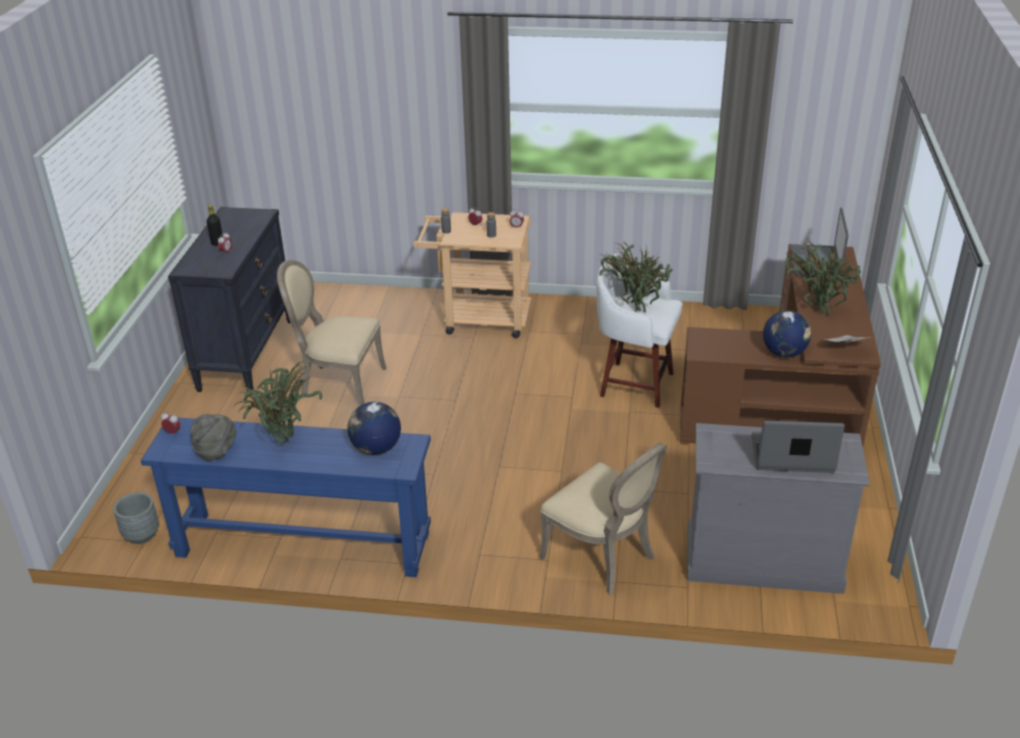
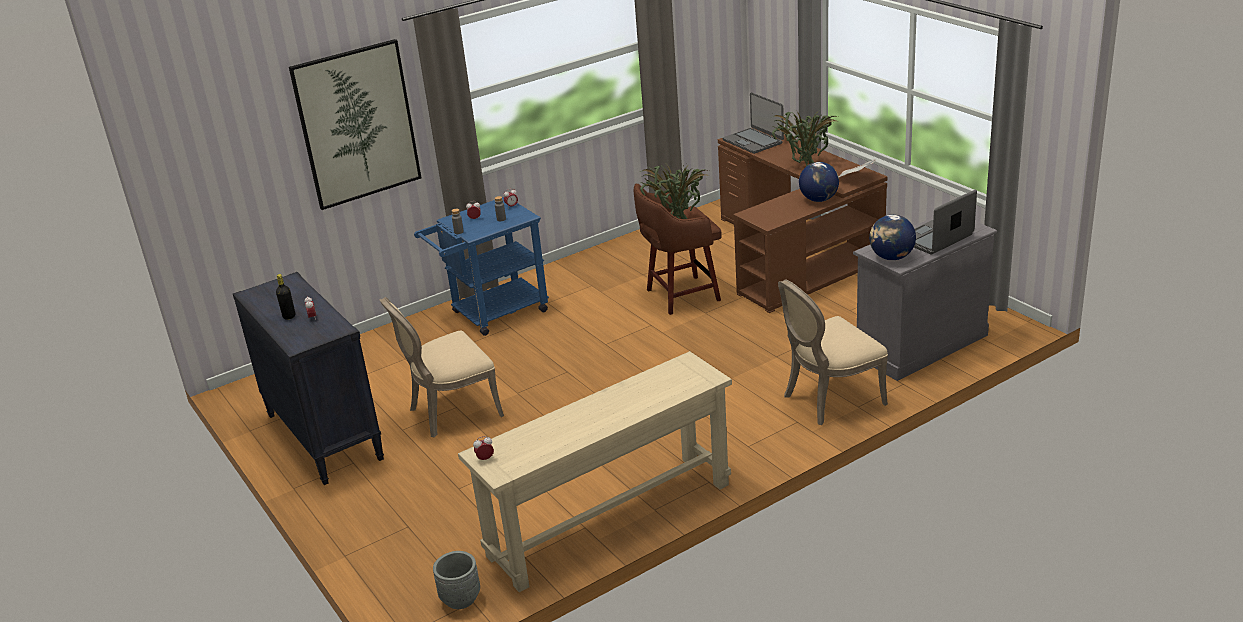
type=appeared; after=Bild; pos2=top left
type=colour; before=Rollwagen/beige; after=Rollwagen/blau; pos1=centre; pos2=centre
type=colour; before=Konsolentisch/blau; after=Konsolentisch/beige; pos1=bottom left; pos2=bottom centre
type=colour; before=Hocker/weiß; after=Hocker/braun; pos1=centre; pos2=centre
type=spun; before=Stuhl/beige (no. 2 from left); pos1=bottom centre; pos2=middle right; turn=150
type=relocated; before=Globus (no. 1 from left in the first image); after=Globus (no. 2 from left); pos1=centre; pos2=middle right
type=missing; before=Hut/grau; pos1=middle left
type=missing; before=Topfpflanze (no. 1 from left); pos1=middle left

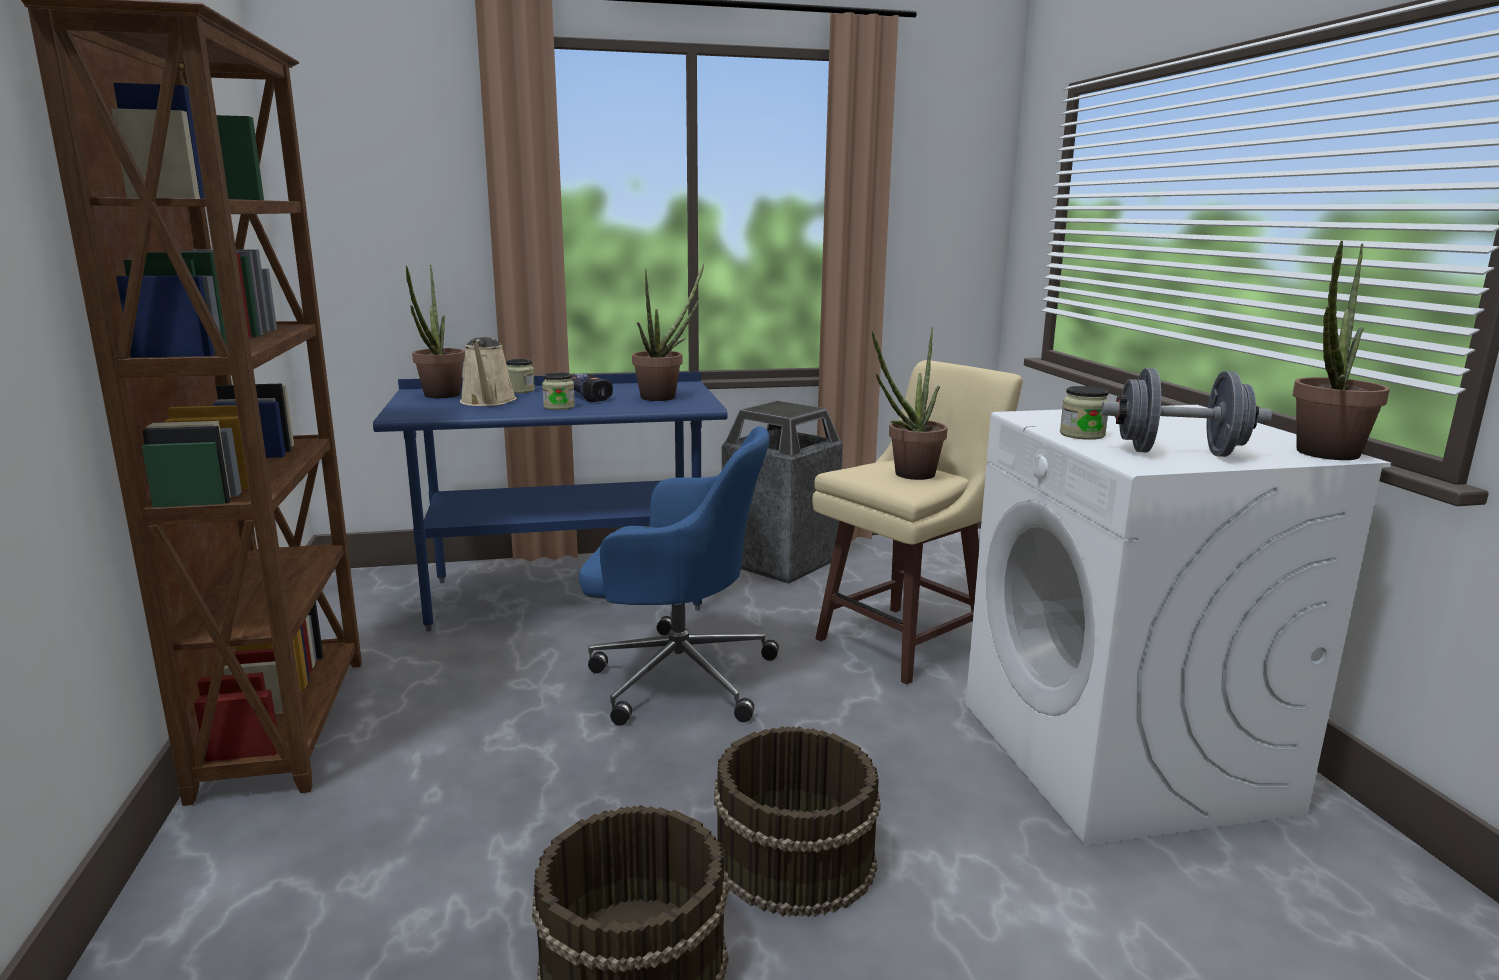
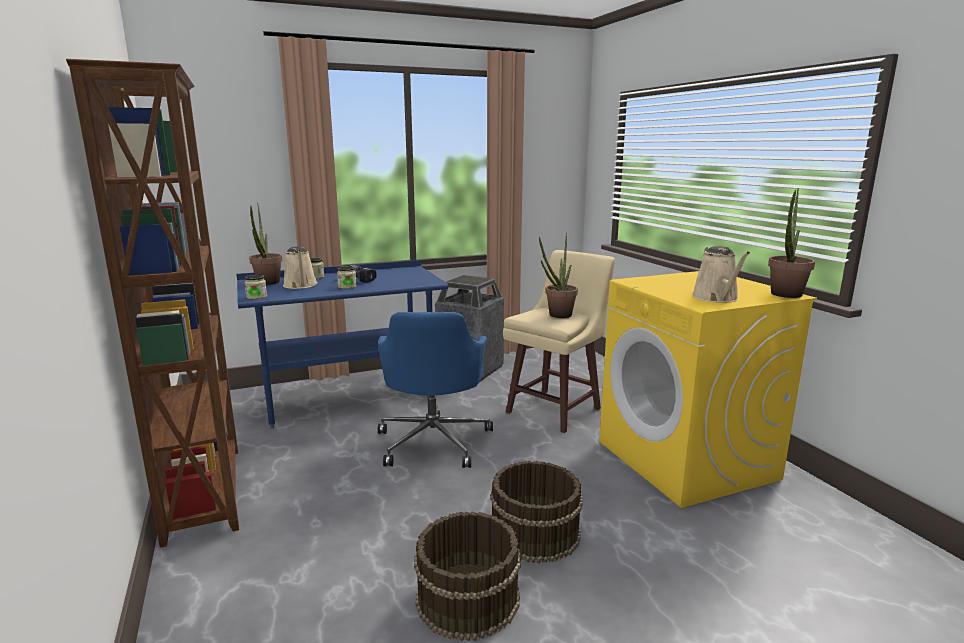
type=relocated; before=Vorratsglas (no. 3 from left in the first image); after=Vorratsglas (no. 1 from left); pos1=middle right; pos2=middle left
type=spun; before=Bürostuhl/blau; pos1=centre; pos2=centre; turn=90
type=colour; before=Waschmaschine/weiß; after=Waschmaschine/gelb; pos1=middle right; pos2=middle right
type=exchanged; before=Hantel/grau; after=Gießkanne/beige (no. 2 from left); pos1=middle right; pos2=middle right
type=missing; before=Topfpflanze (no. 2 from left); pos1=centre

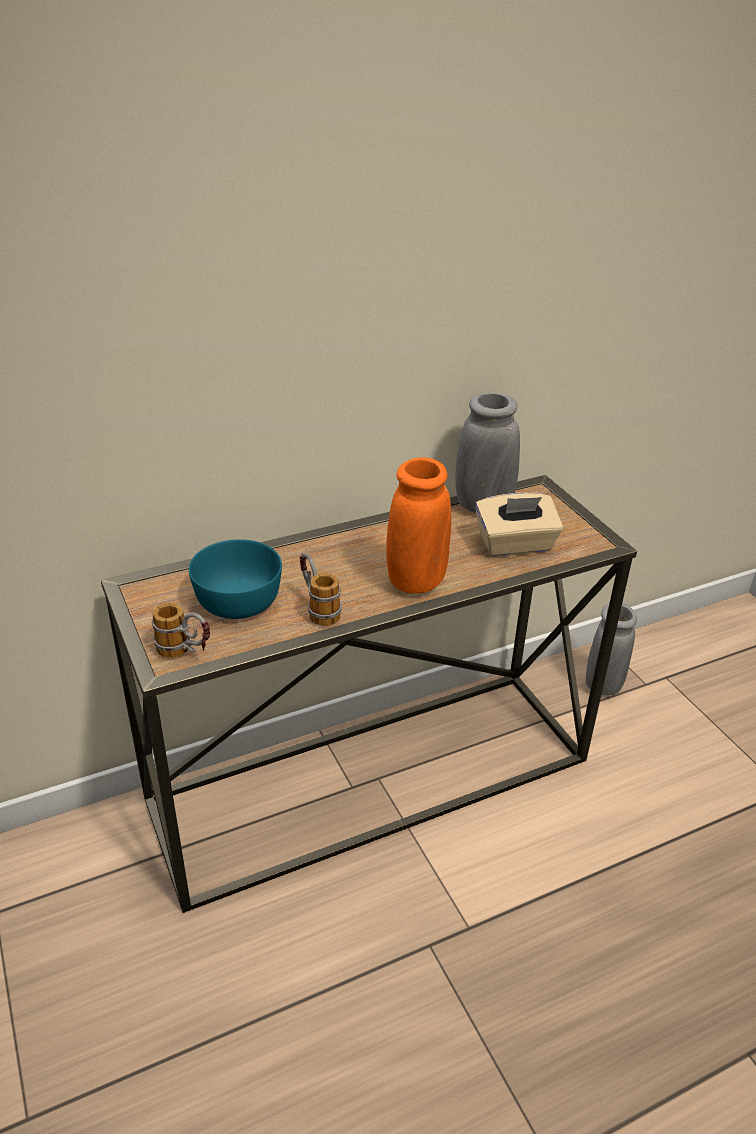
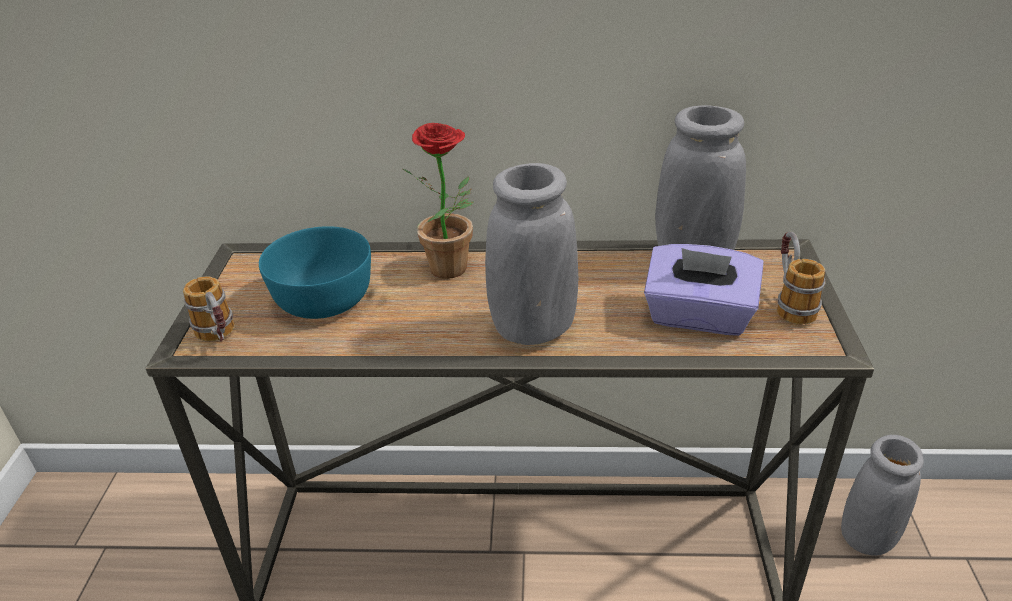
type=appeared; after=Topfpflanze; pos2=centre
type=colour; before=Vase/orange; after=Vase/grau (no. 1 from left); pos1=centre; pos2=centre
type=colour; before=Taschentuchbox/beige; after=Taschentuchbox/lila; pos1=middle right; pos2=middle right
type=relocated; before=Henkelbecher (no. 2 from left); pos1=centre; pos2=middle right

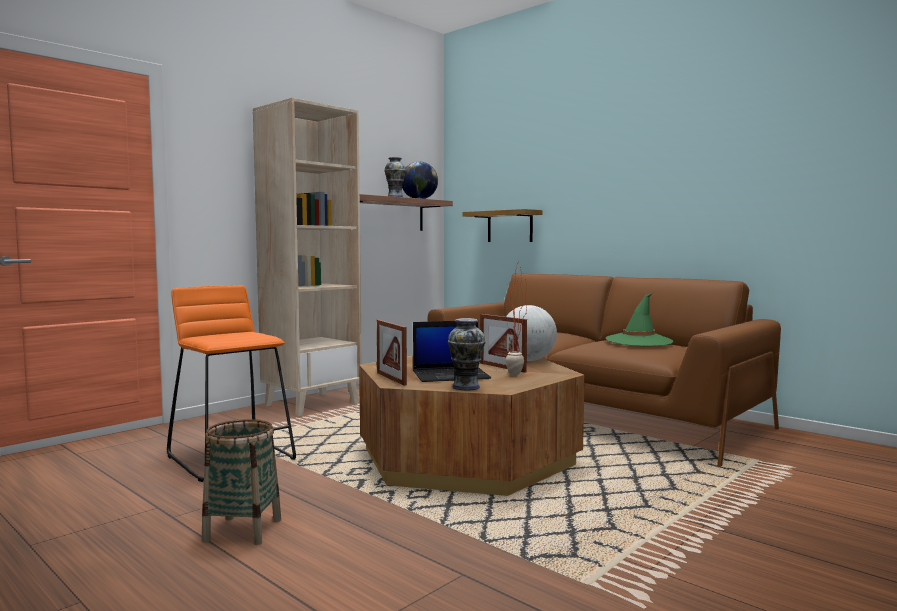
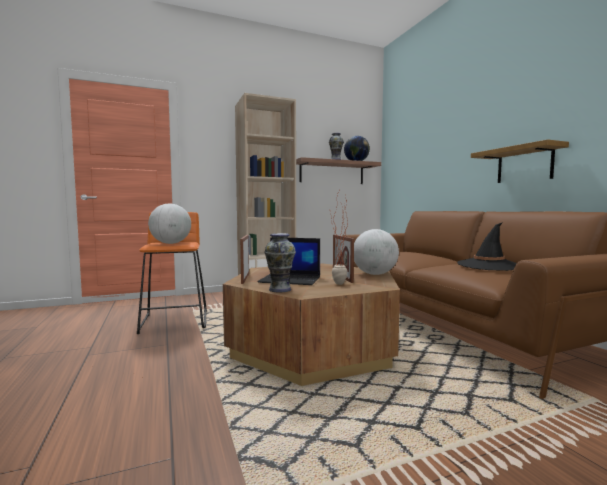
type=appeared; after=Globus (no. 1 from left); pos2=middle left
type=colour; before=Hut/grün; after=Hut/schwarz; pos1=middle right; pos2=middle right
type=relocated; before=Wandregal (no. 2 from left); pos1=centre; pos2=top right
type=missing; before=Korb; pos1=bottom left

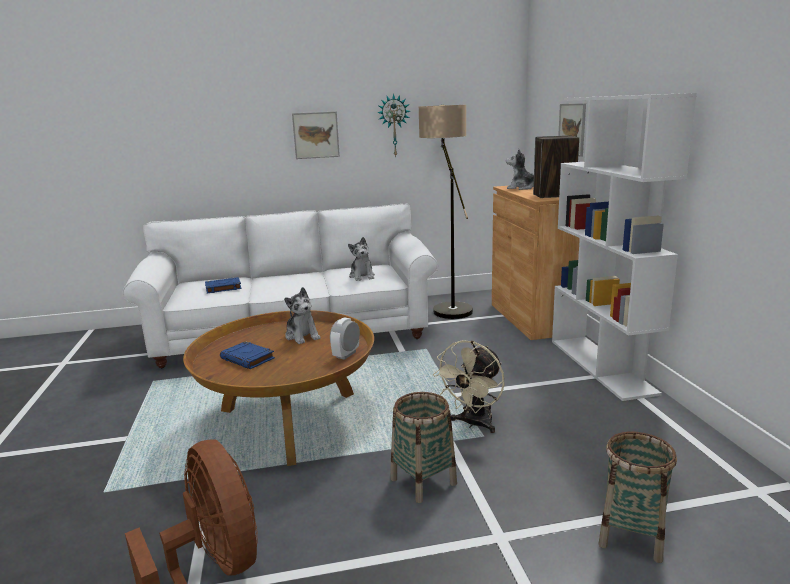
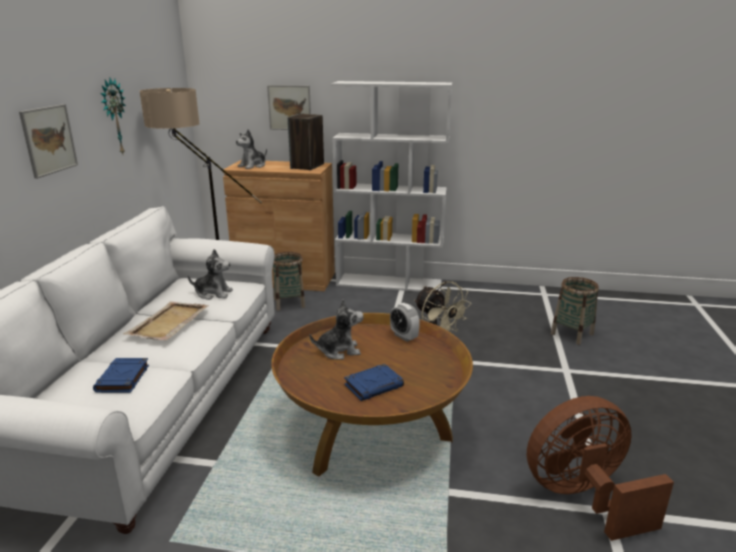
type=appeared; after=Tablett/beige; pos2=middle left
type=relocated; before=Korb (no. 1 from left); pos1=bottom centre; pos2=centre

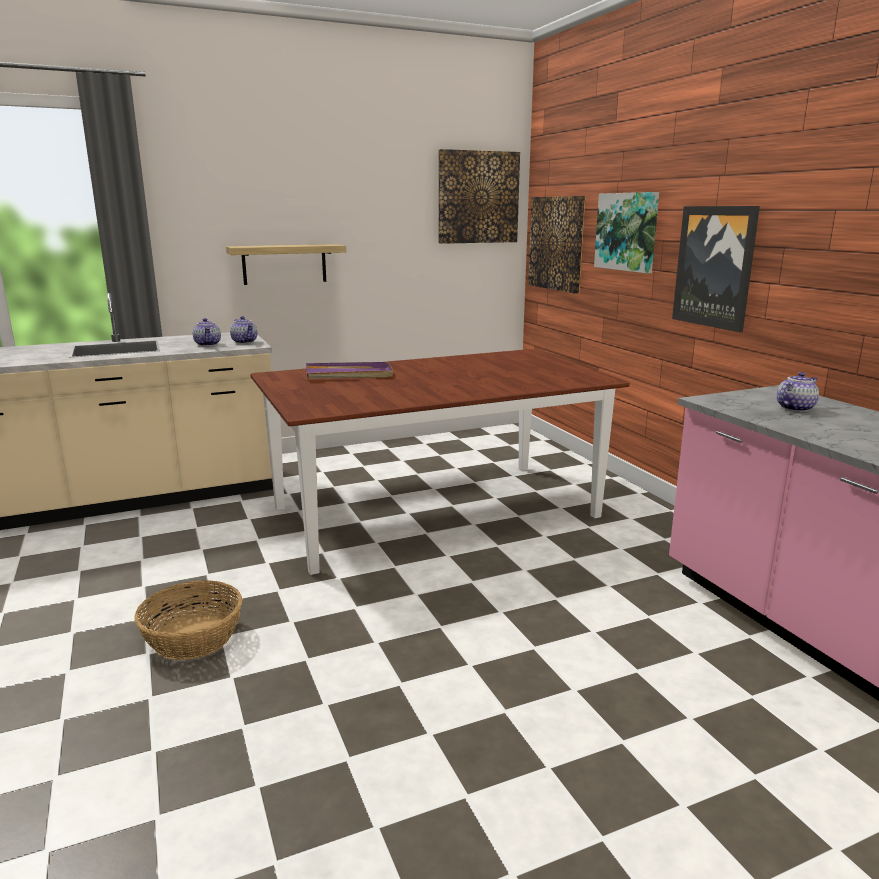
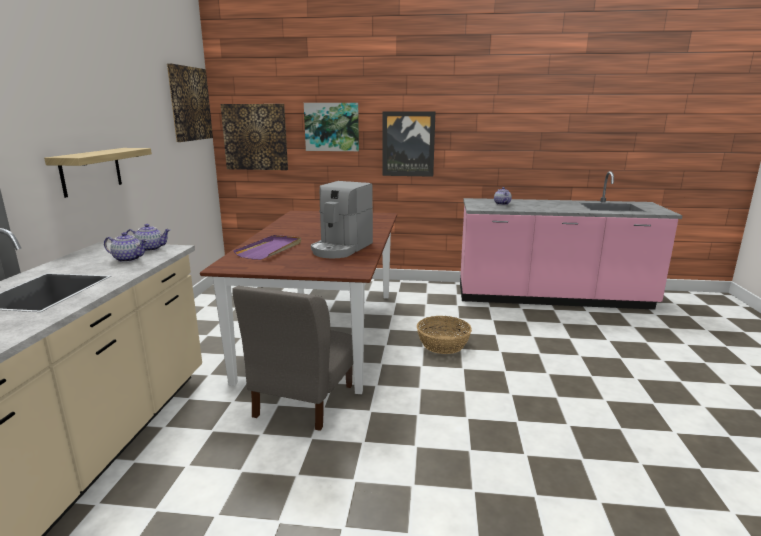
type=appeared; after=Stuhl/grau; pos2=bottom centre
type=appeared; after=Kaffeemaschine; pos2=centre
type=relocated; before=Korb; pos1=bottom left; pos2=centre

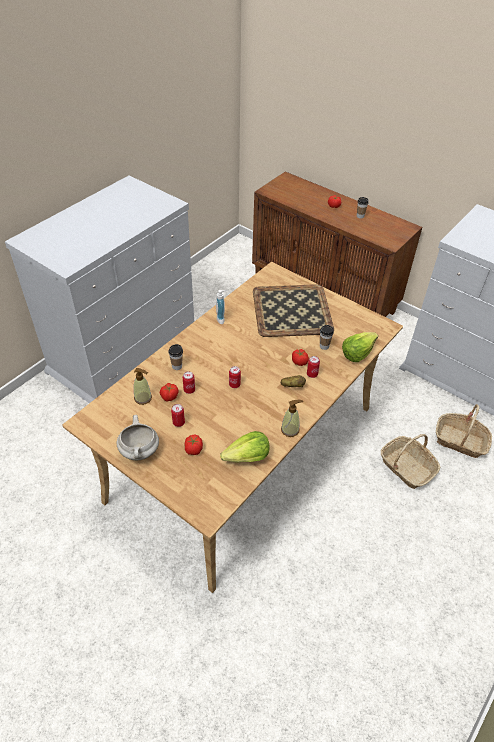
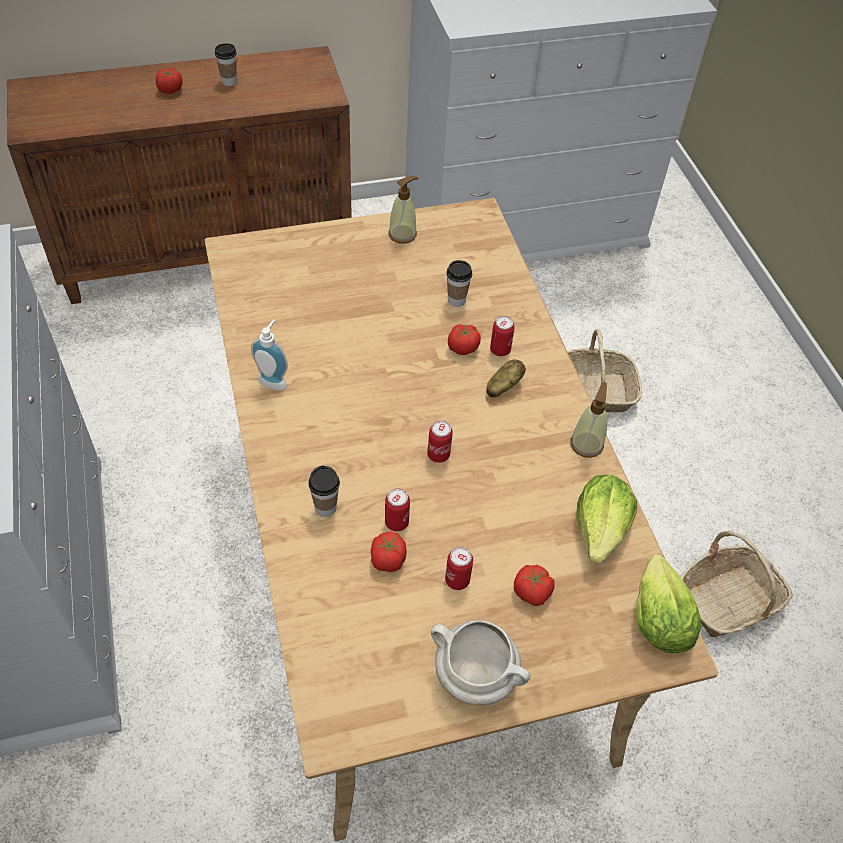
type=relocated; before=Seifenspender (no. 1 from left in the first image); after=Seifenspender (no. 2 from left); pos1=middle left; pos2=top centre
type=relocated; before=Salatkopf (no. 2 from left); pos1=middle right; pos2=bottom right
type=relocated; before=Korb (no. 2 from left); pos1=middle right; pos2=bottom right
type=missing; before=Tablett; pos1=centre

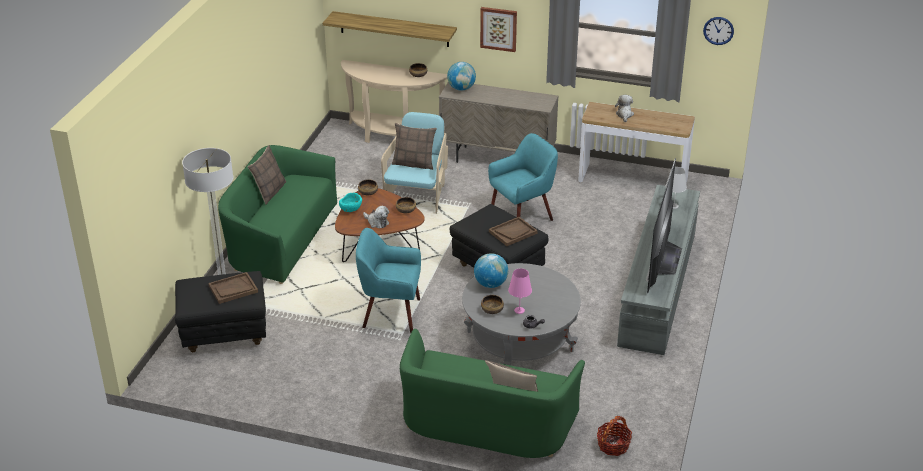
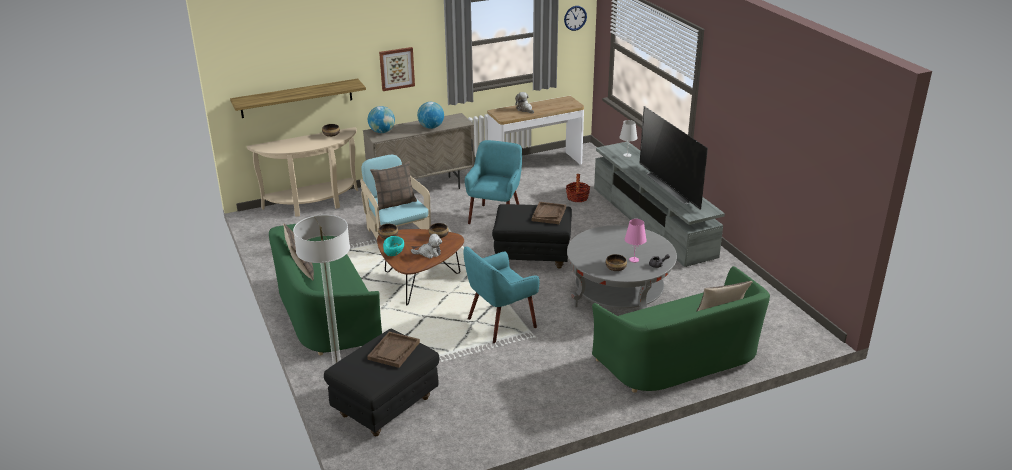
type=relocated; before=Globus (no. 2 from left); pos1=centre; pos2=top centre
type=relocated; before=Korb; pos1=bottom centre; pos2=centre

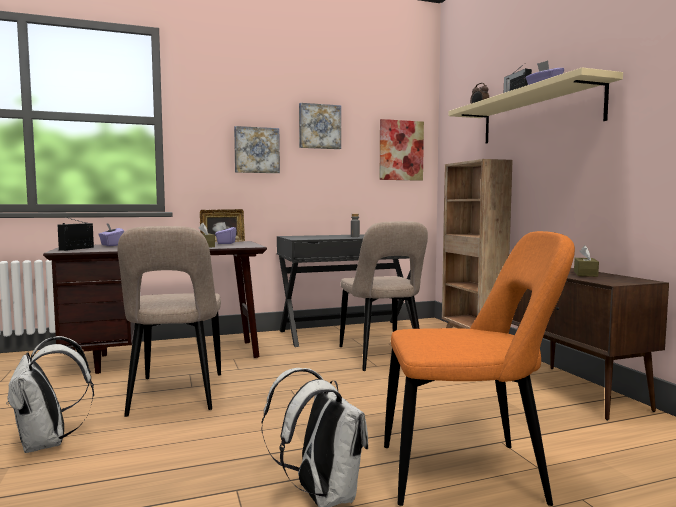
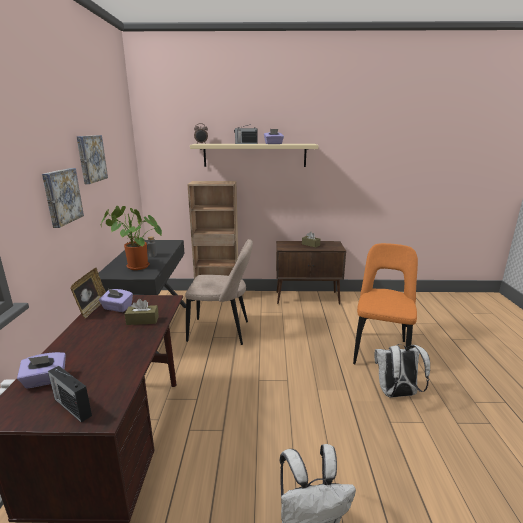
type=appeared; after=Topfpflanze; pos2=middle left
type=missing; before=Stuhl/beige (no. 1 from left); pos1=middle left
type=missing; before=Bild (no. 3 from left); pos1=top centre

